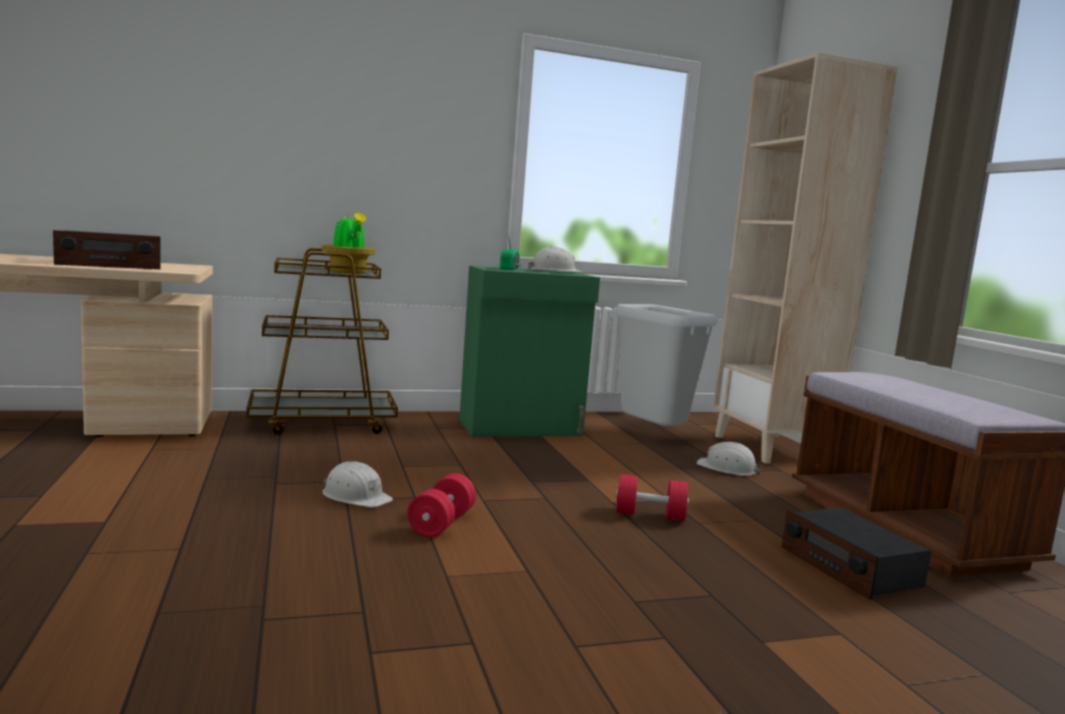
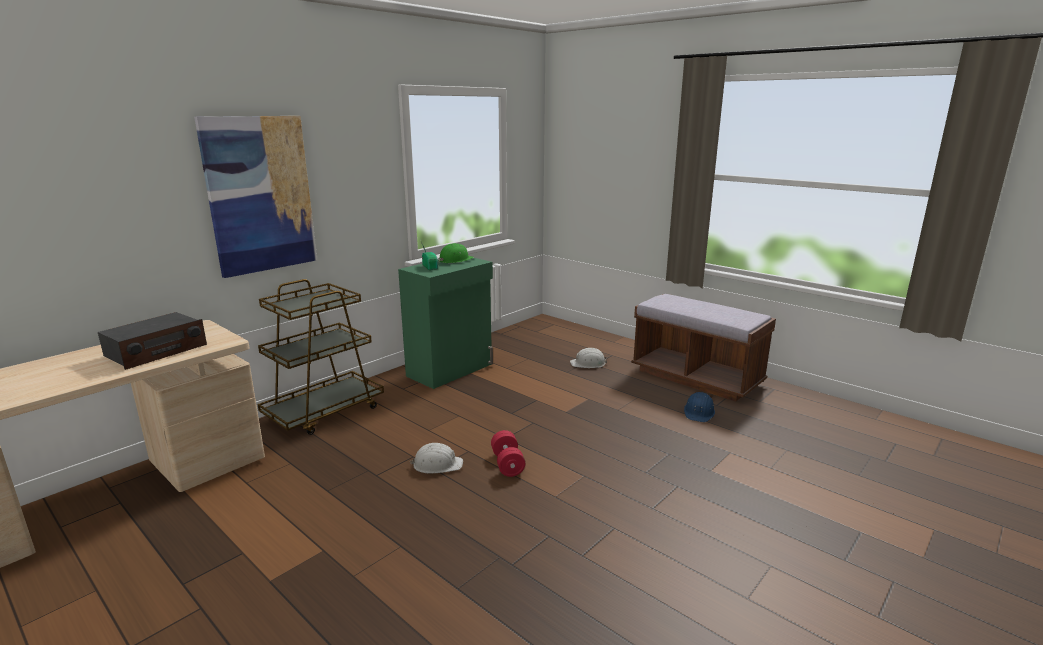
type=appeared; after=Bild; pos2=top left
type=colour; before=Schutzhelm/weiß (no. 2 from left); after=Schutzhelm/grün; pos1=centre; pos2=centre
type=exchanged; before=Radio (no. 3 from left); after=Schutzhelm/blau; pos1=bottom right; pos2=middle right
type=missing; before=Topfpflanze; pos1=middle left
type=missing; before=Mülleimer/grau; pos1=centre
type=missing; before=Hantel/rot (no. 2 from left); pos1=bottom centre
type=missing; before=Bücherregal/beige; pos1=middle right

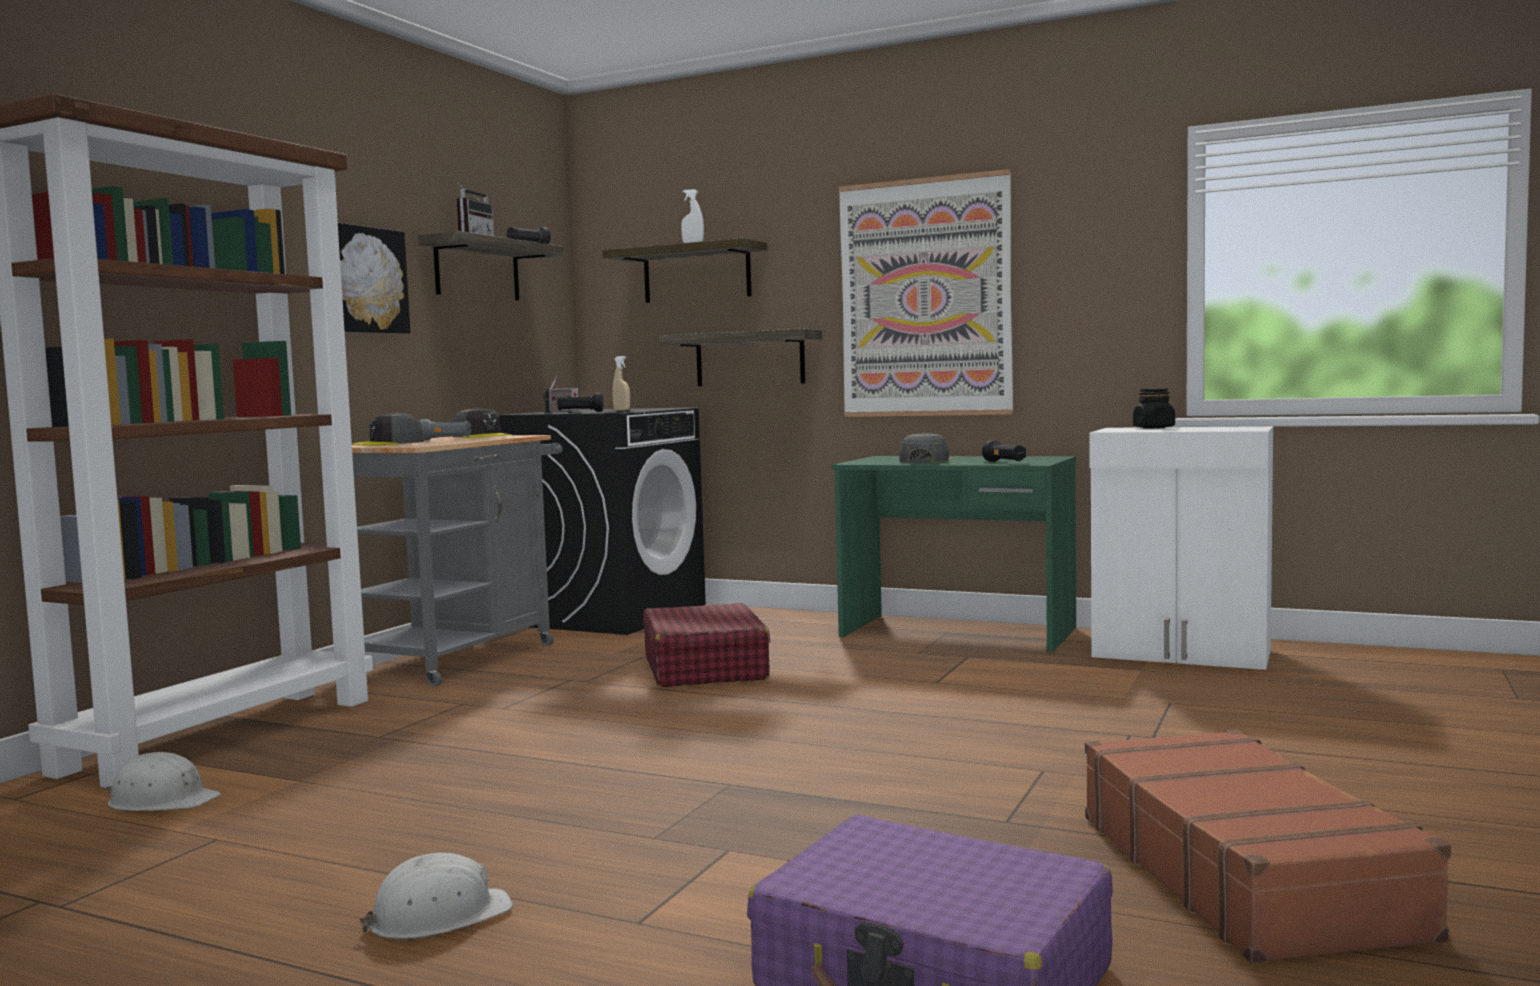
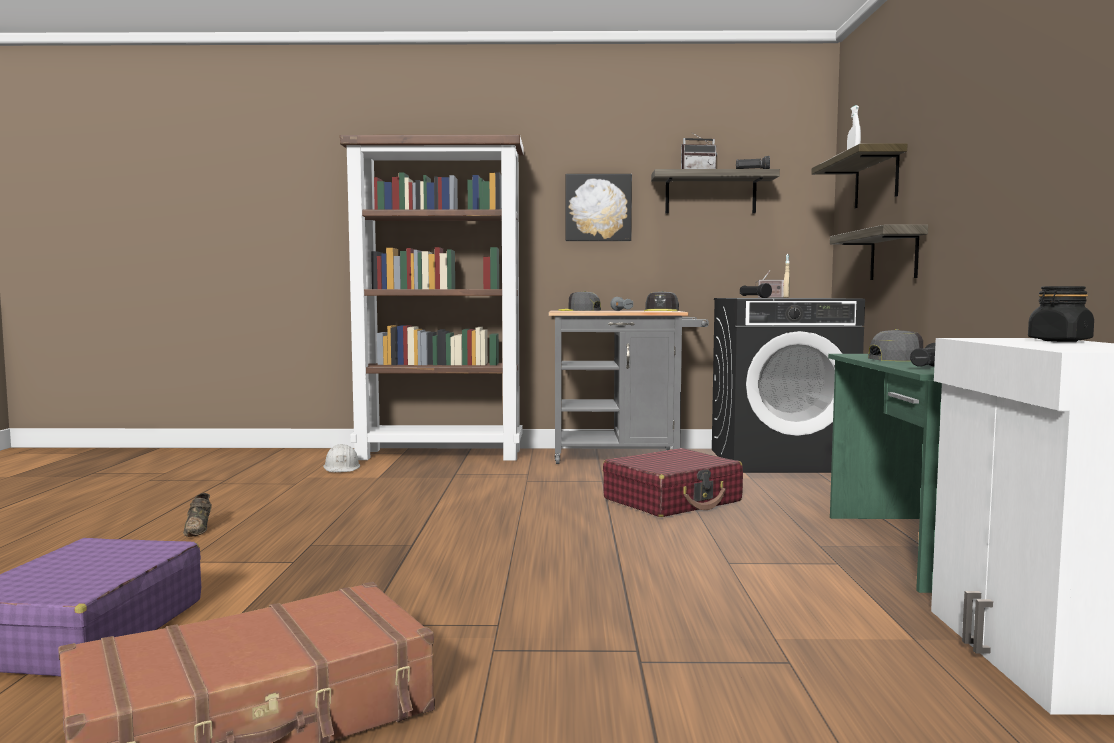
type=exchanged; before=Schutzhelm/weiß (no. 2 from left); after=Schuh/braun; pos1=bottom left; pos2=bottom left
type=missing; before=Bild (no. 2 from left); pos1=top centre

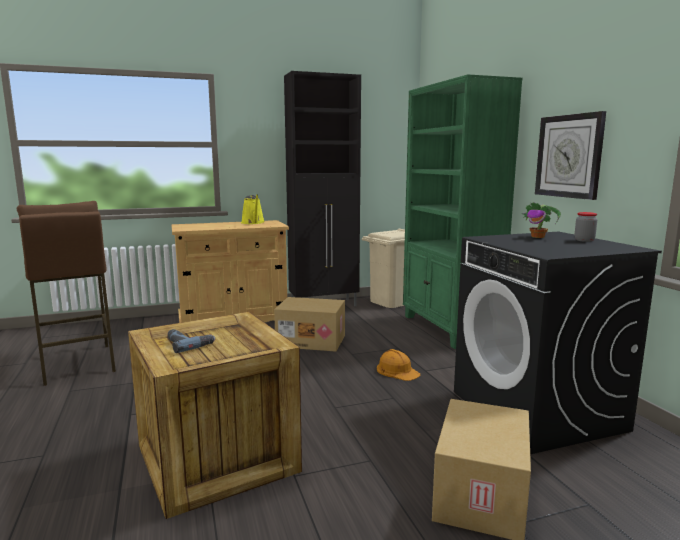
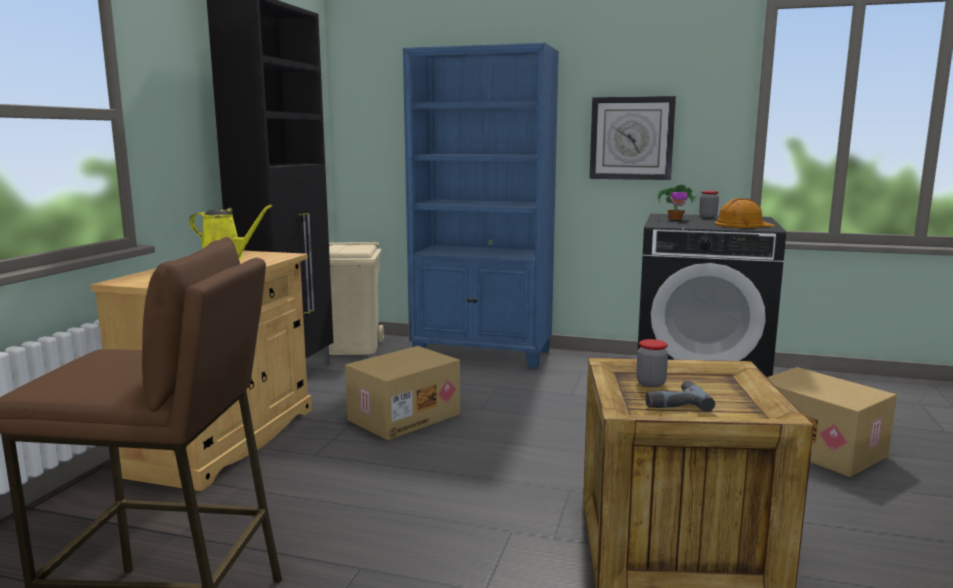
type=colour; before=Bücherregal/grün; after=Bücherregal/blau; pos1=middle right; pos2=centre
type=appeared; after=Vorratsglas (no. 1 from left); pos2=middle right
type=relocated; before=Schutzhelm/orange; pos1=bottom centre; pos2=middle right

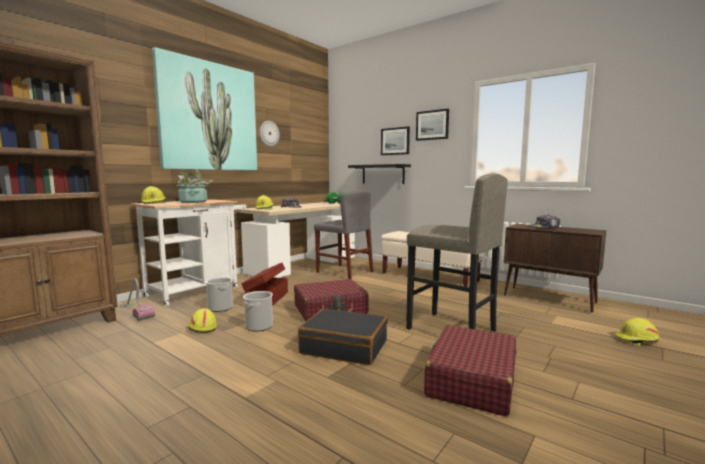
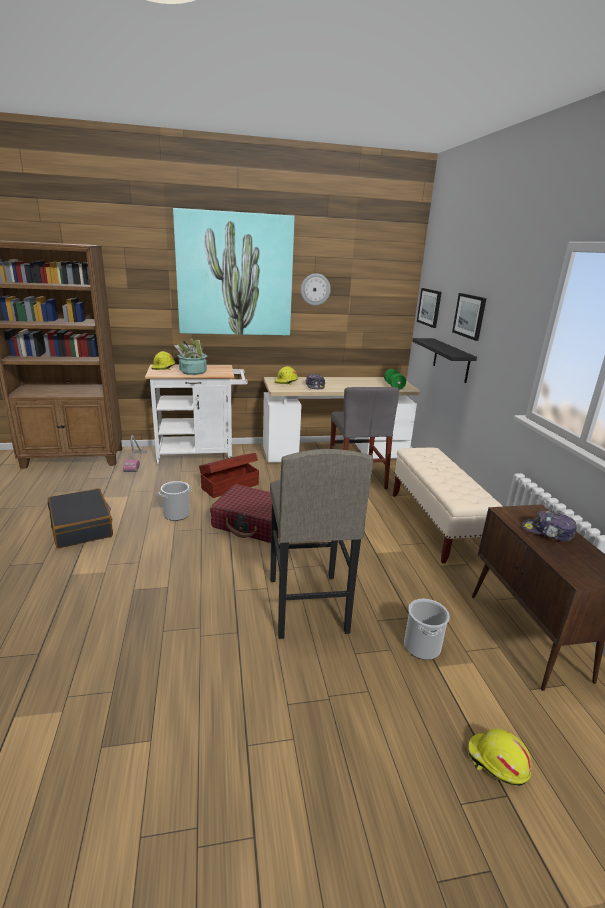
type=relocated; before=Koffer/schwarz; pos1=bottom centre; pos2=middle left
type=relocated; before=Eimer (no. 1 from left in the first image); after=Eimer (no. 2 from left); pos1=middle left; pos2=bottom right
type=relocated; before=Bild (no. 3 from left in the first image); after=Bild (no. 2 from left); pos1=top centre; pos2=middle right
type=missing; before=Schutzhelm/gelb (no. 2 from left); pos1=bottom left
type=missing; before=Koffer/rot (no. 2 from left); pos1=bottom right

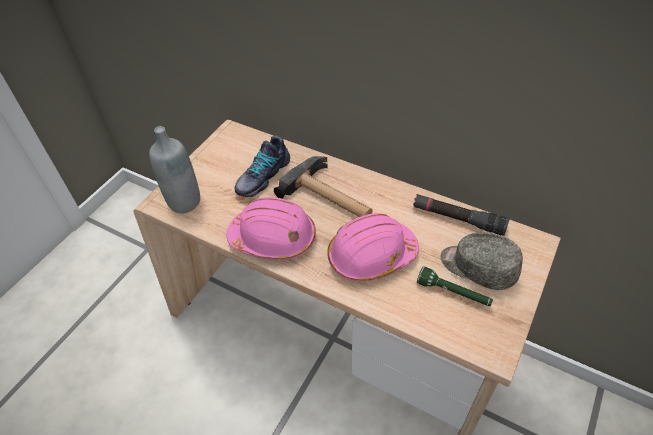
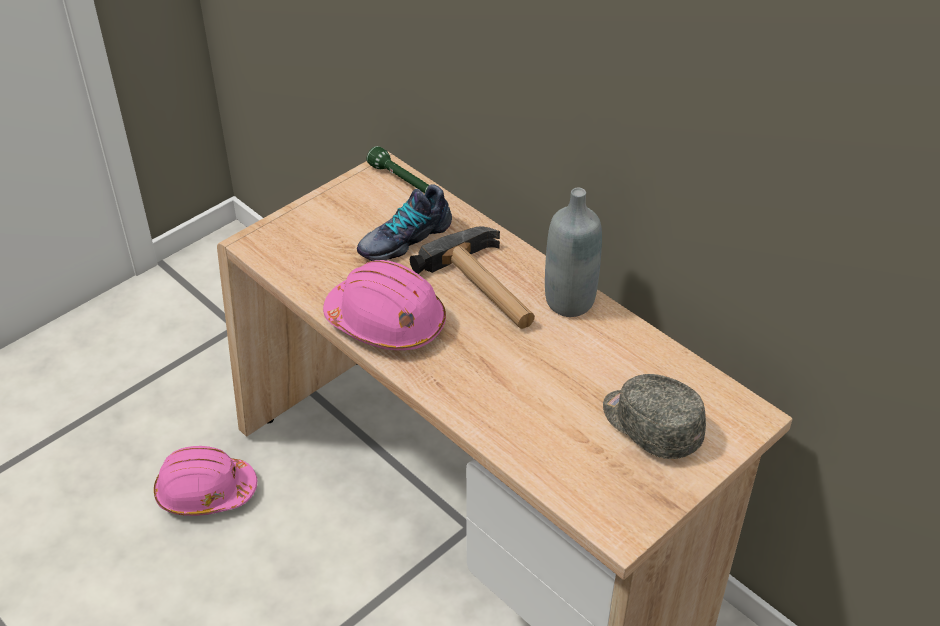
type=relocated; before=Schutzhelm/rosa (no. 2 from left in the first image); after=Schutzhelm/rosa (no. 1 from left); pos1=centre; pos2=bottom left
type=relocated; before=Taschenlampe/grün; pos1=middle right; pos2=top centre
type=relocated; before=Flasche/grau; pos1=middle left; pos2=centre
type=missing; before=Taschenlampe/schwarz; pos1=middle right

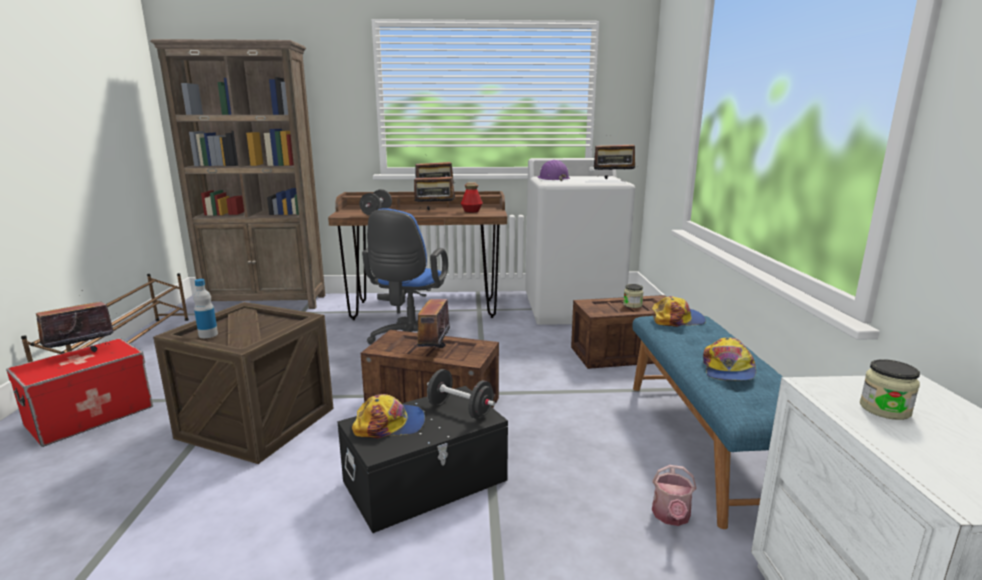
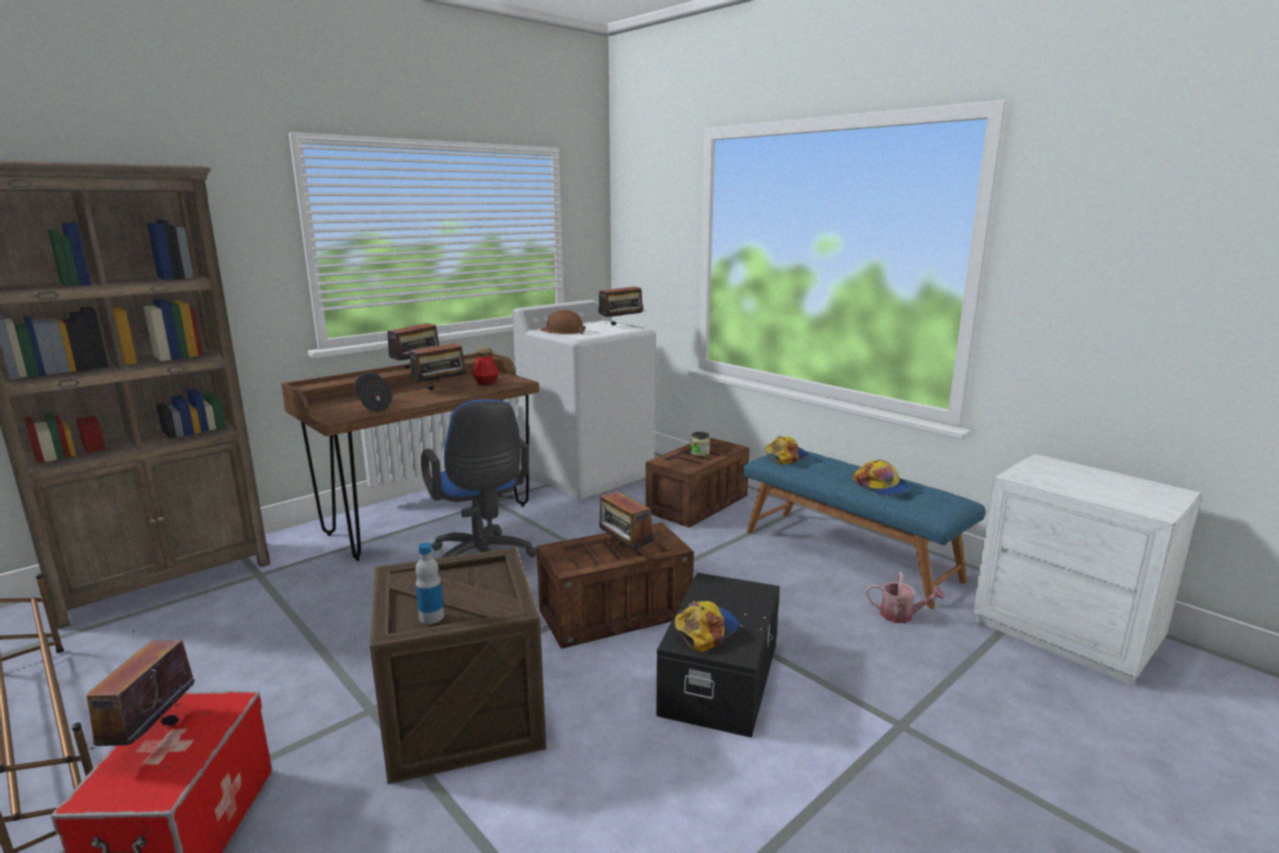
type=colour; before=Schutzhelm/lila; after=Schutzhelm/braun; pos1=top centre; pos2=centre
type=spun; before=Gießkanne; pos1=bottom right; pos2=bottom right; turn=-45
type=missing; before=Hantel/schwarz (no. 2 from left); pos1=bottom centre
type=missing; before=Vorratsglas (no. 2 from left); pos1=bottom right

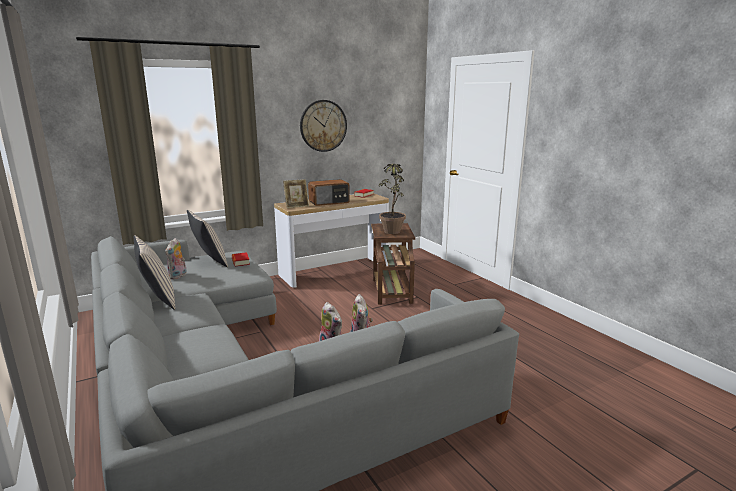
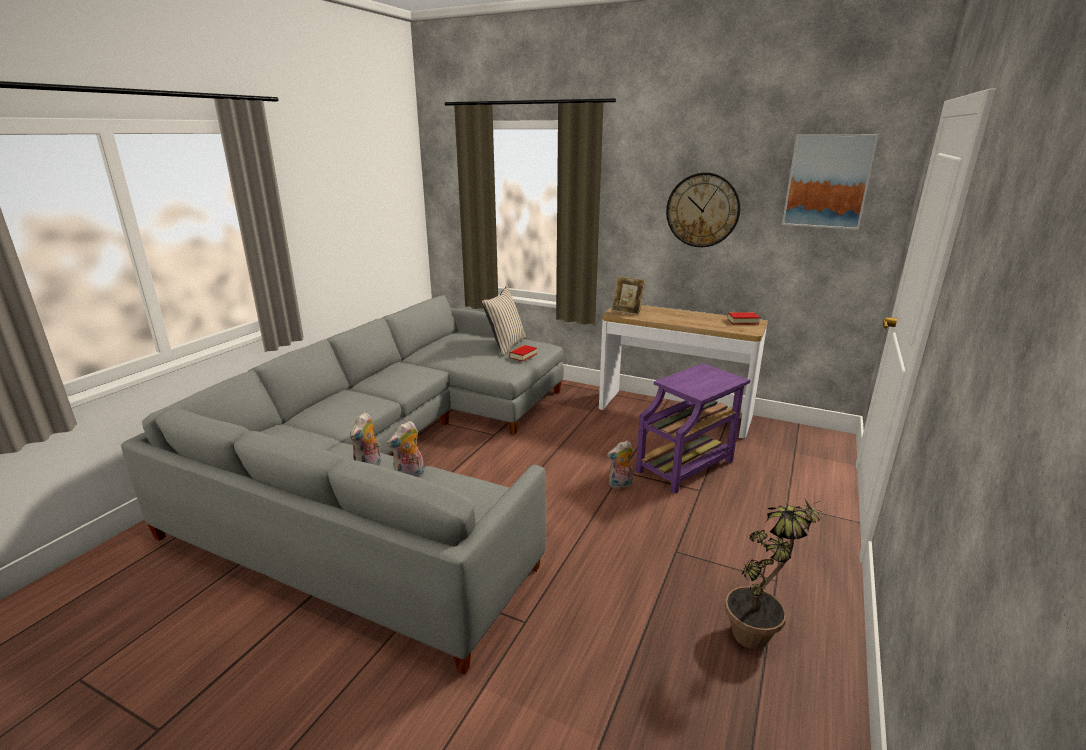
type=relocated; before=Plüschtier (no. 1 from left in the first image); after=Plüschtier (no. 3 from left); pos1=middle left; pos2=centre
type=colour; before=Beistelltisch/braun; after=Beistelltisch/lila; pos1=centre; pos2=centre
type=relocated; before=Topfpflanze; pos1=centre; pos2=bottom right
type=appeared; after=Bild; pos2=top right
type=missing; before=Kissen/beige (no. 1 from left); pos1=middle left
type=missing; before=Radio; pos1=centre

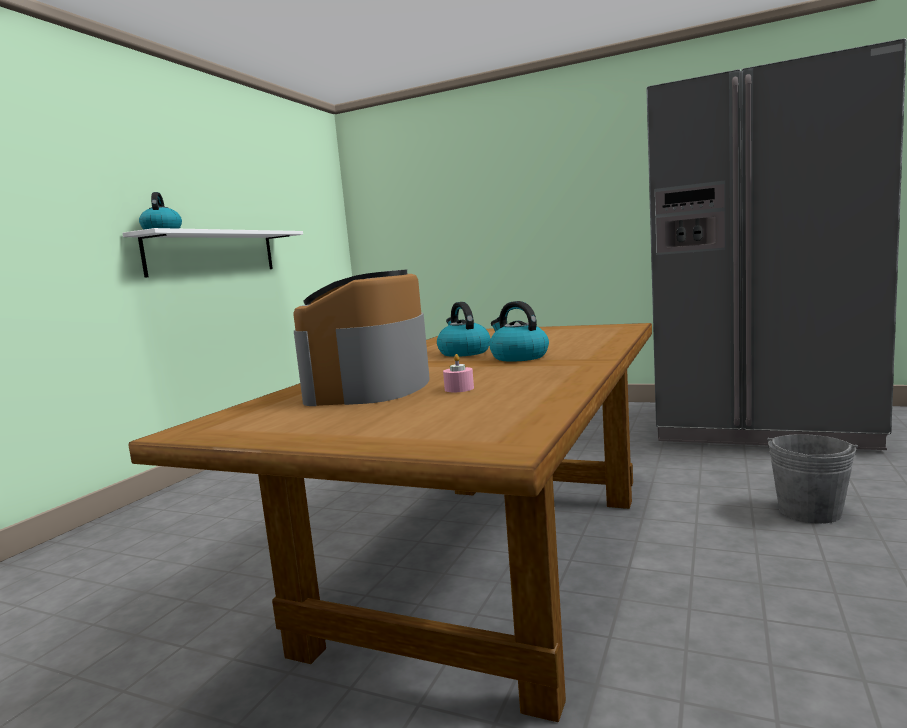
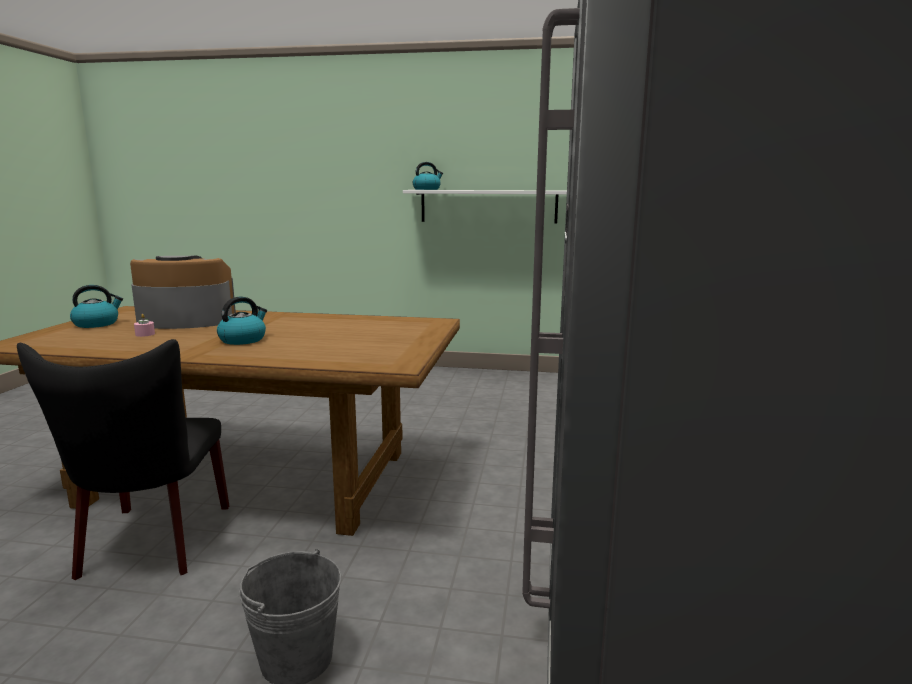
type=appeared; after=Stuhl/schwarz; pos2=bottom left
type=relocated; before=Wasserkessel (no. 2 from left in the first image); after=Wasserkessel (no. 1 from left); pos1=centre; pos2=middle left

